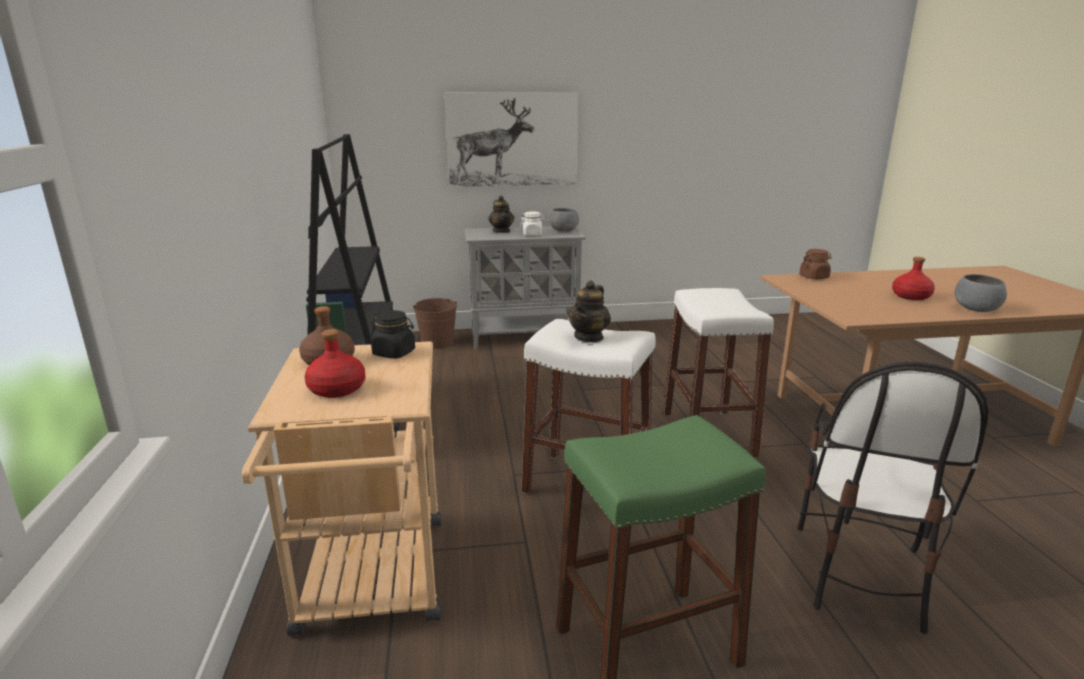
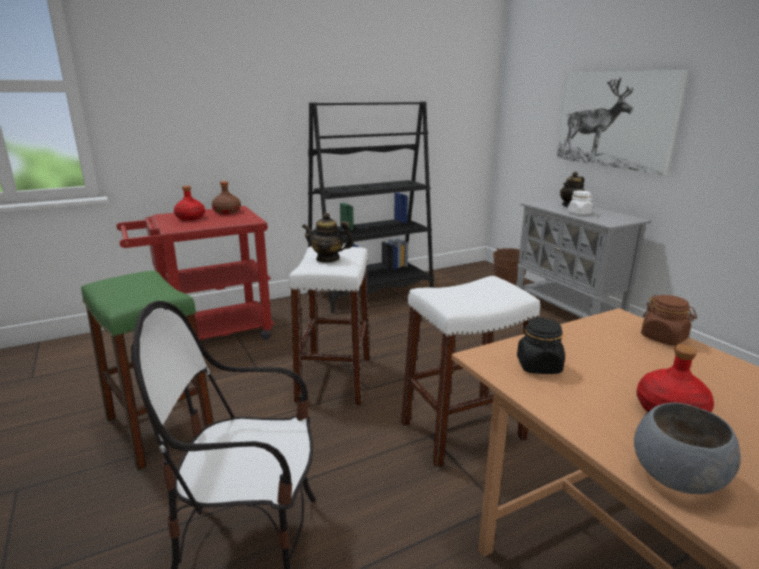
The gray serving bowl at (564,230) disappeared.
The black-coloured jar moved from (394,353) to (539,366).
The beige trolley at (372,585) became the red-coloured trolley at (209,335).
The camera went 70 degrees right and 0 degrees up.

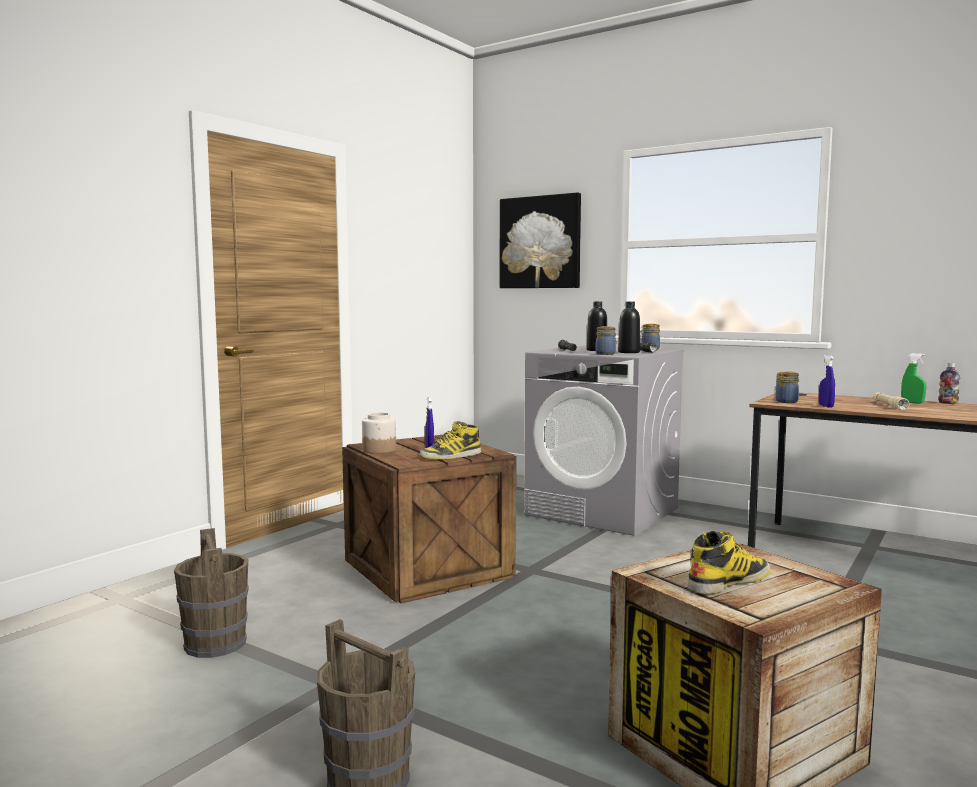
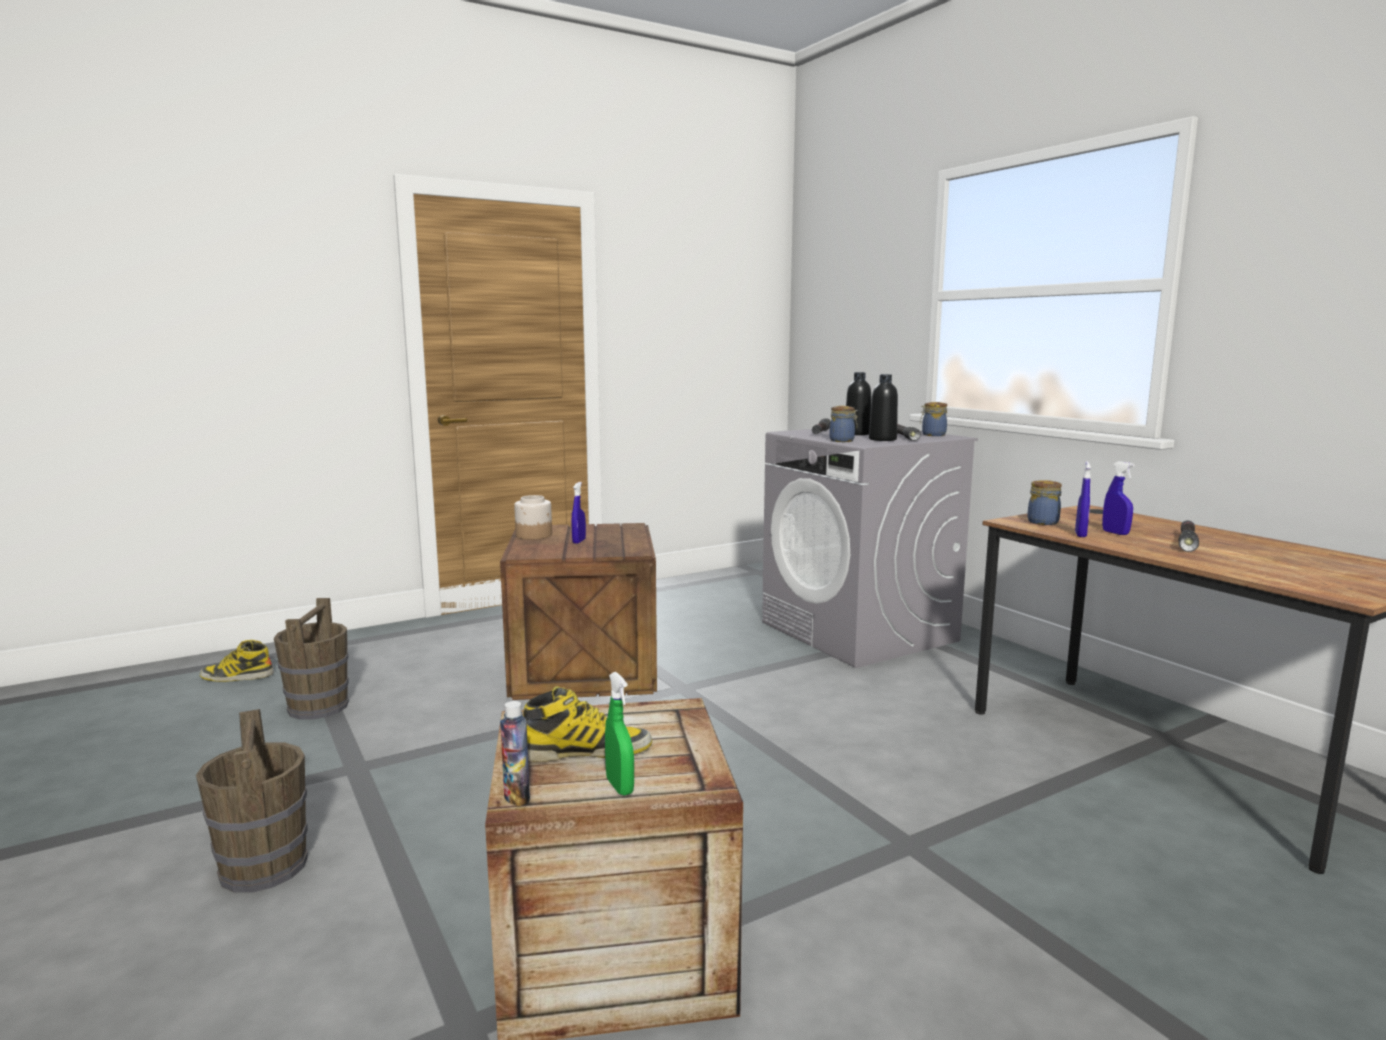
The picture at (540,242) disappeared.
The blue spray bottle at (1115,533) appeared.
The boot moved from (451,456) to (237,676).
The green-coloured spray bottle moved from (912,402) to (619,786).
The bottle moved from (947,403) to (517,797).
The beige torch at (889,405) became the black-coloured torch at (1187,542).
The camera went 25 degrees right and 5 degrees up.

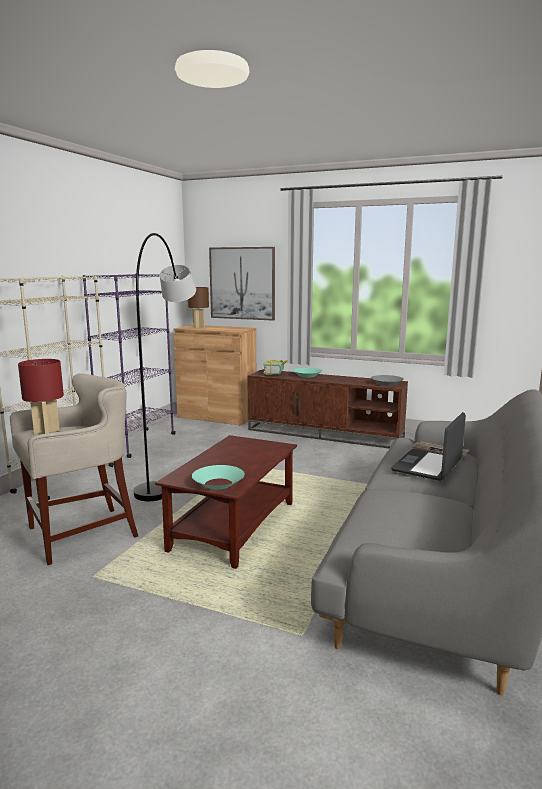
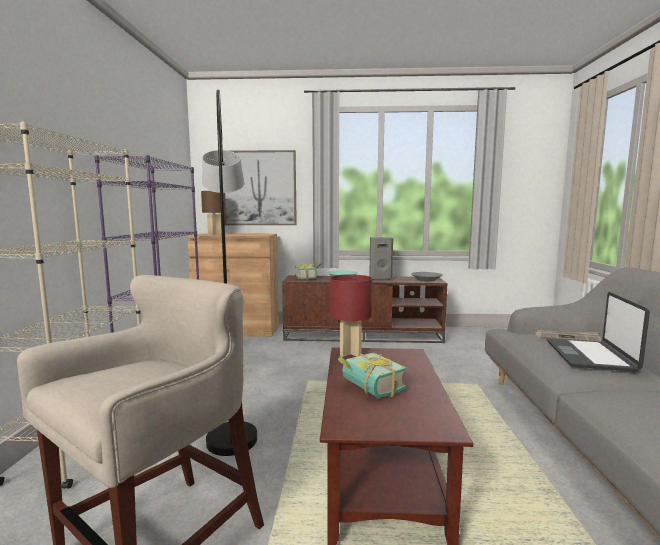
The blue-green serving bowl at (218,483) disappeared.
The book at (368,389) appeared.
The gray audio speaker at (379,278) appeared.
The red-coloured table lamp moved from (46,432) to (350,353).
The camera went 20 degrees left and 5 degrees down.

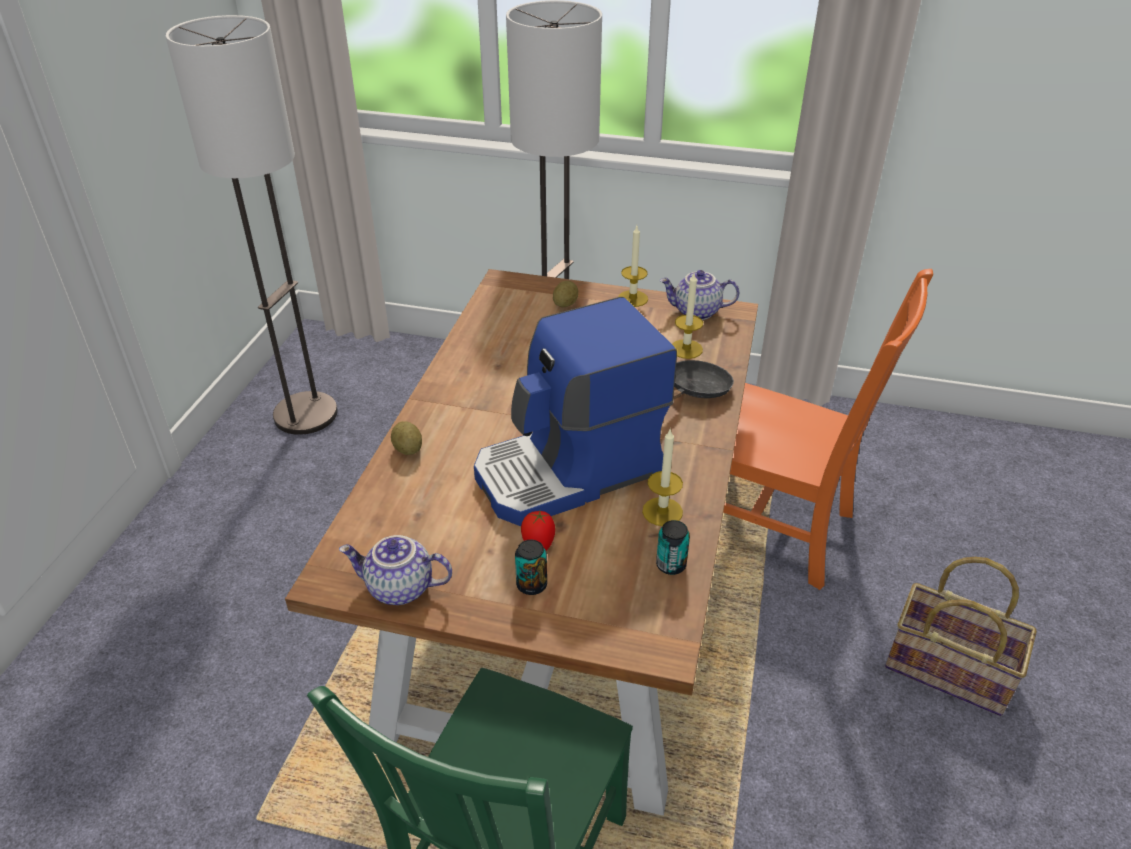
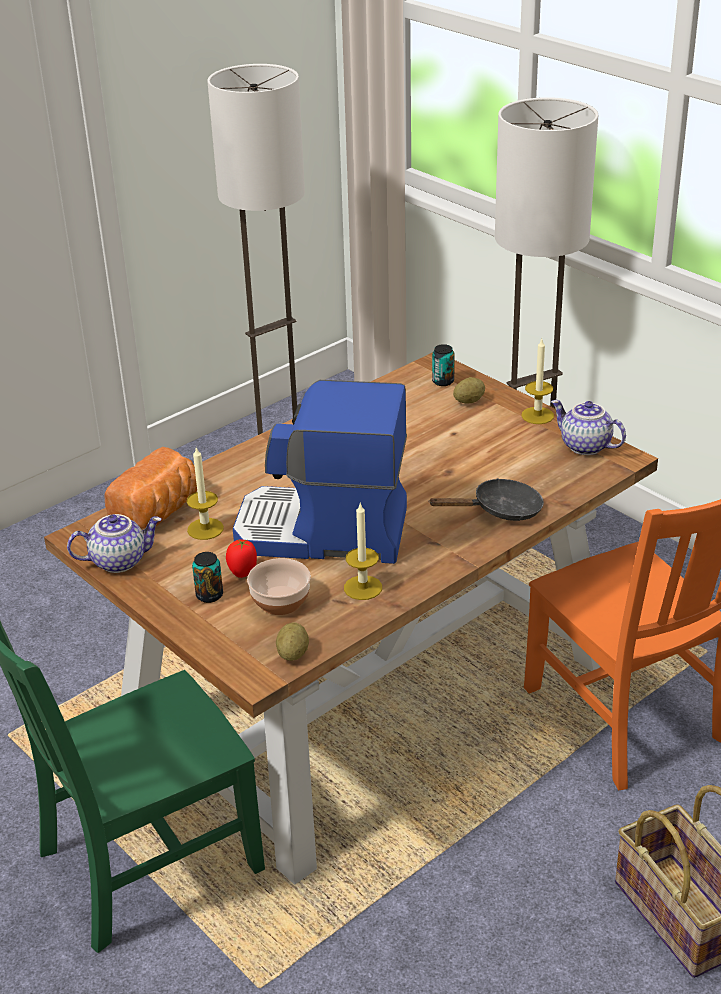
The baked bread at (160,511) appeared.
The serving bowl at (279,601) appeared.
The potato moved from (408,449) to (293,654).
The can moved from (671,565) to (443,381).
The wax candle moved from (686,349) to (205,529).
The teapot at (399,589) turned 120 degrees clockwise.
The camera went 35 degrees right and 5 degrees down.

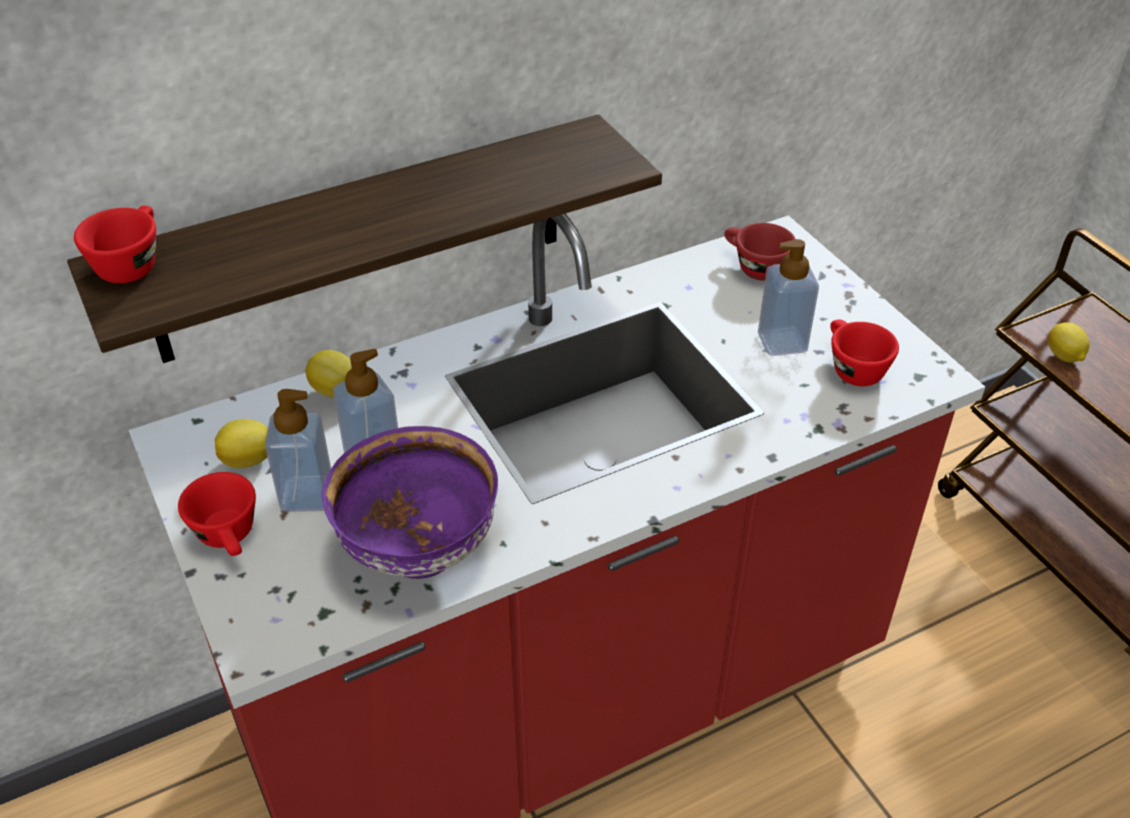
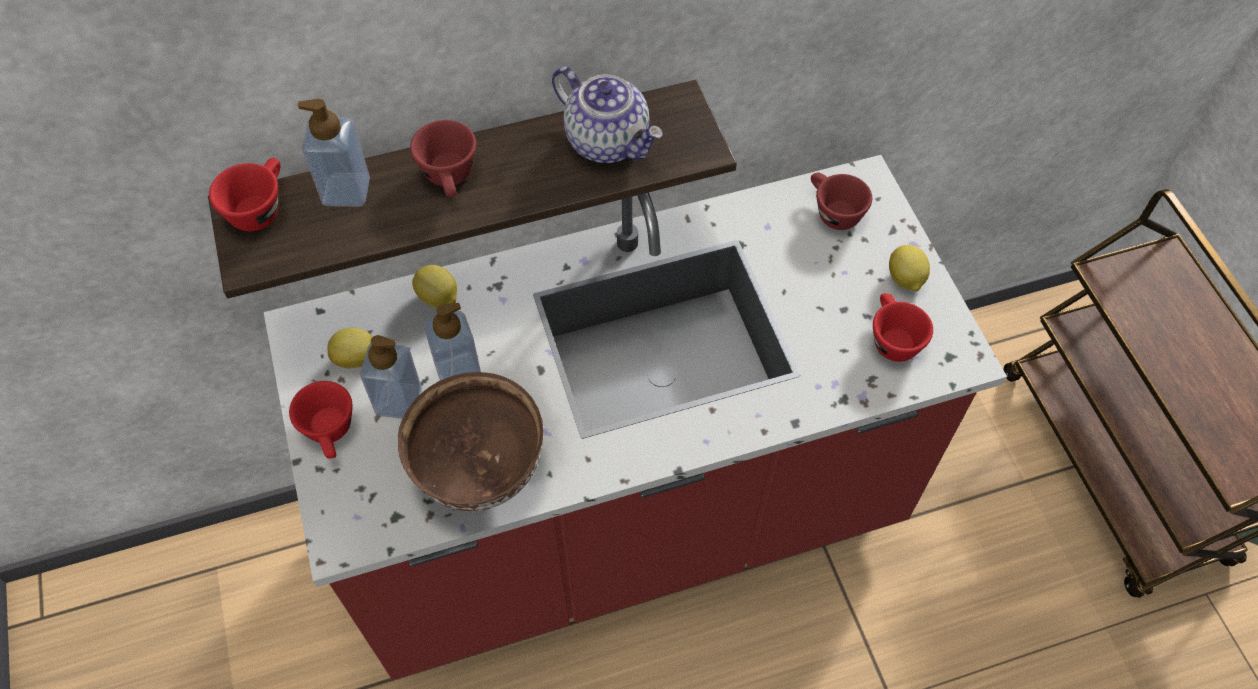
The red-coloured cup at (450,178) appeared.
The teapot at (608,141) appeared.
The soap bottle moved from (782,342) to (346,191).
The lemon moved from (1064,357) to (905,279).
The purple serving bowl at (417,552) became the brownish serving bowl at (479,471).
The camera went 10 degrees right and 15 degrees up.

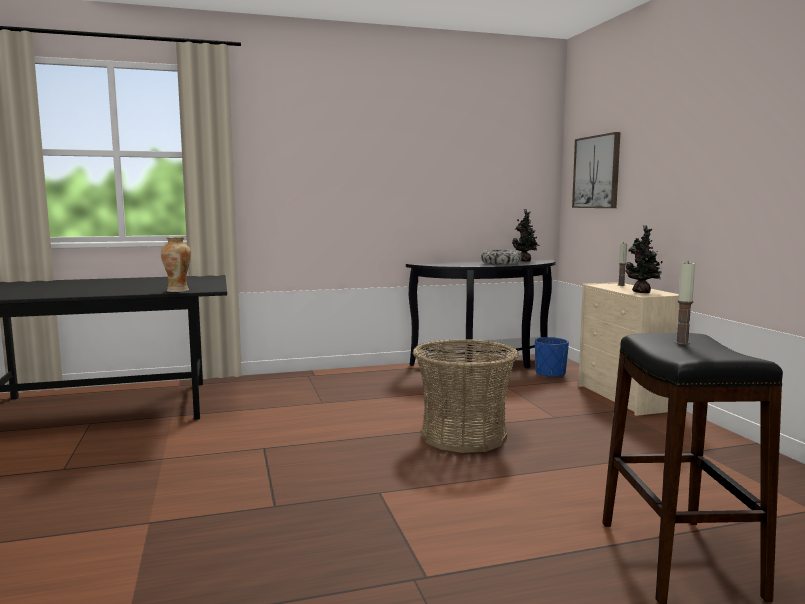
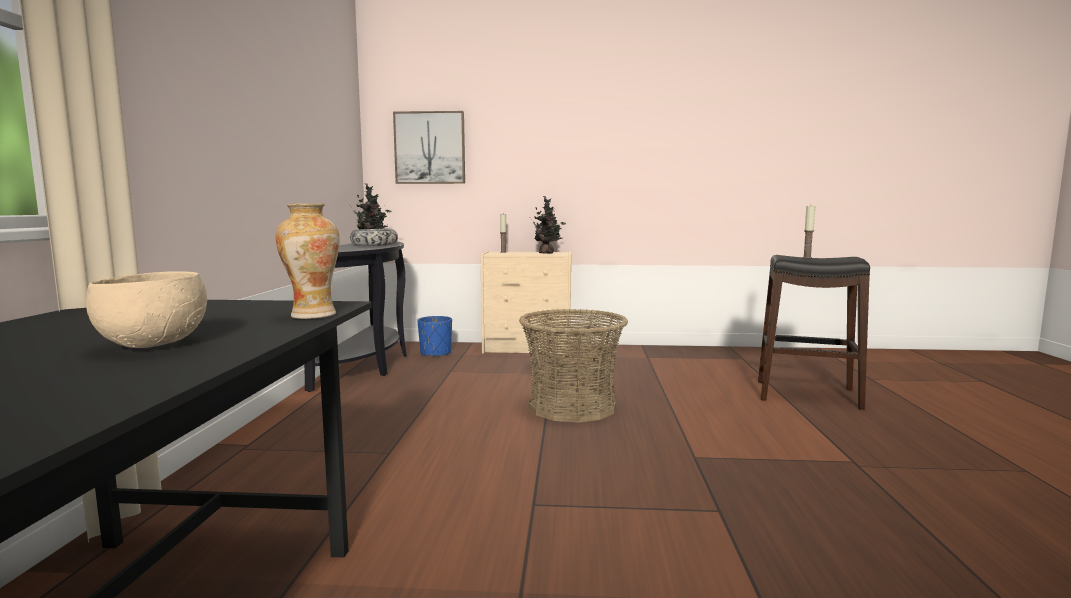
The beige serving bowl at (153,345) appeared.
The camera went 70 degrees left and 0 degrees up.

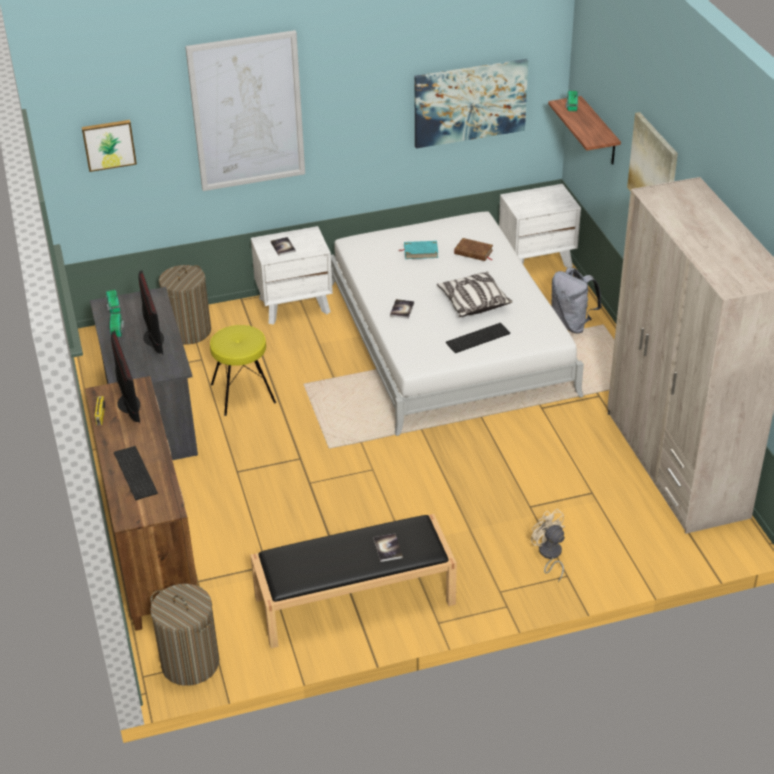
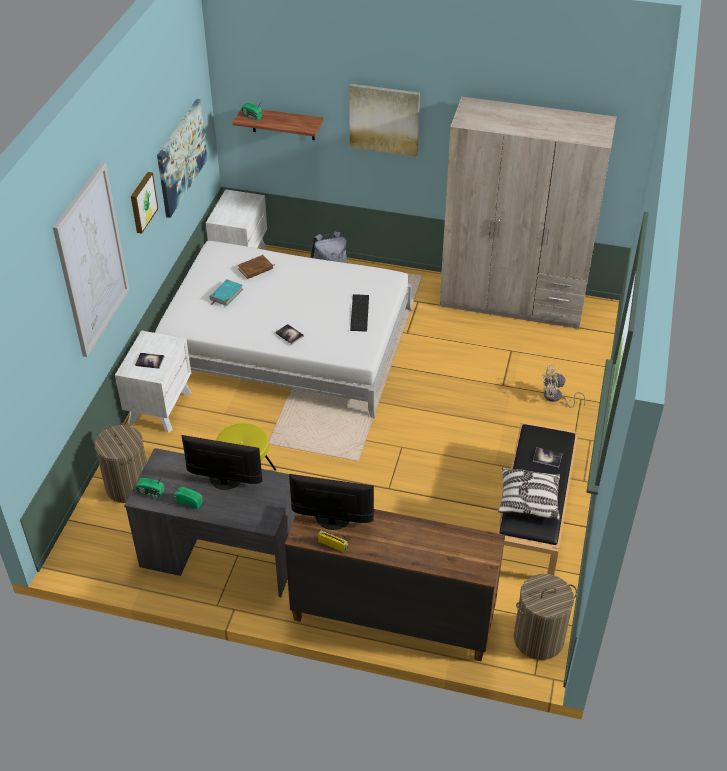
The computer keyboard at (133,473) disappeared.
The picture moved from (109,144) to (142,202).
The pillow moved from (473,302) to (528,501).
The camera went 60 degrees left and 5 degrees up.

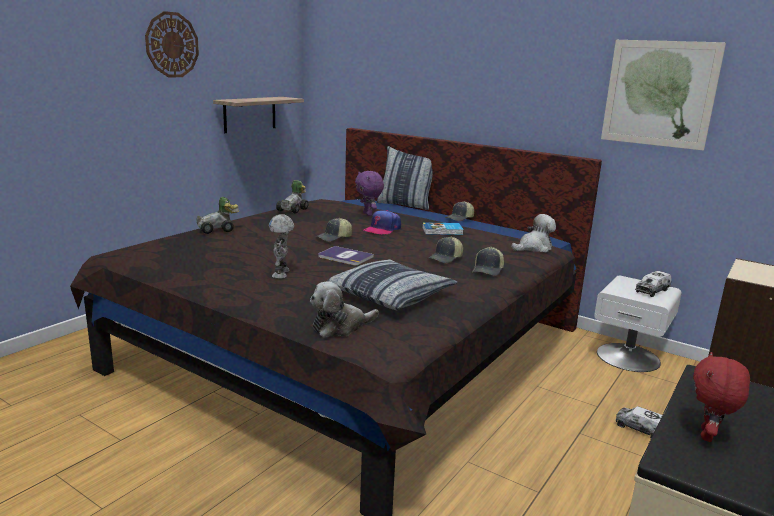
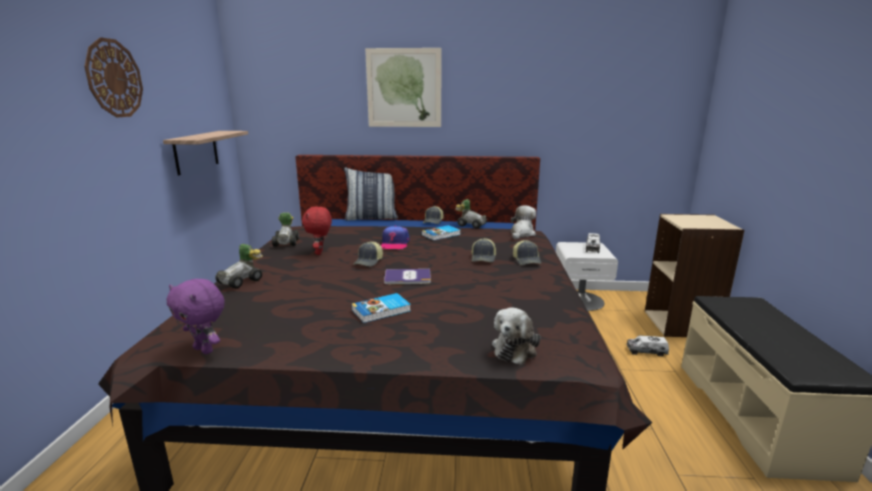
The pillow at (392,295) disappeared.
The model car at (470,225) appeared.
The purple plush toy moved from (368,214) to (205,350).
The picture moved from (659,94) to (404,88).
The red-coloured plush toy moved from (708,436) to (320,252).
The robot figure at (282,274) was replaced by the book at (382,311).
The camera went 30 degrees left and 0 degrees up.

